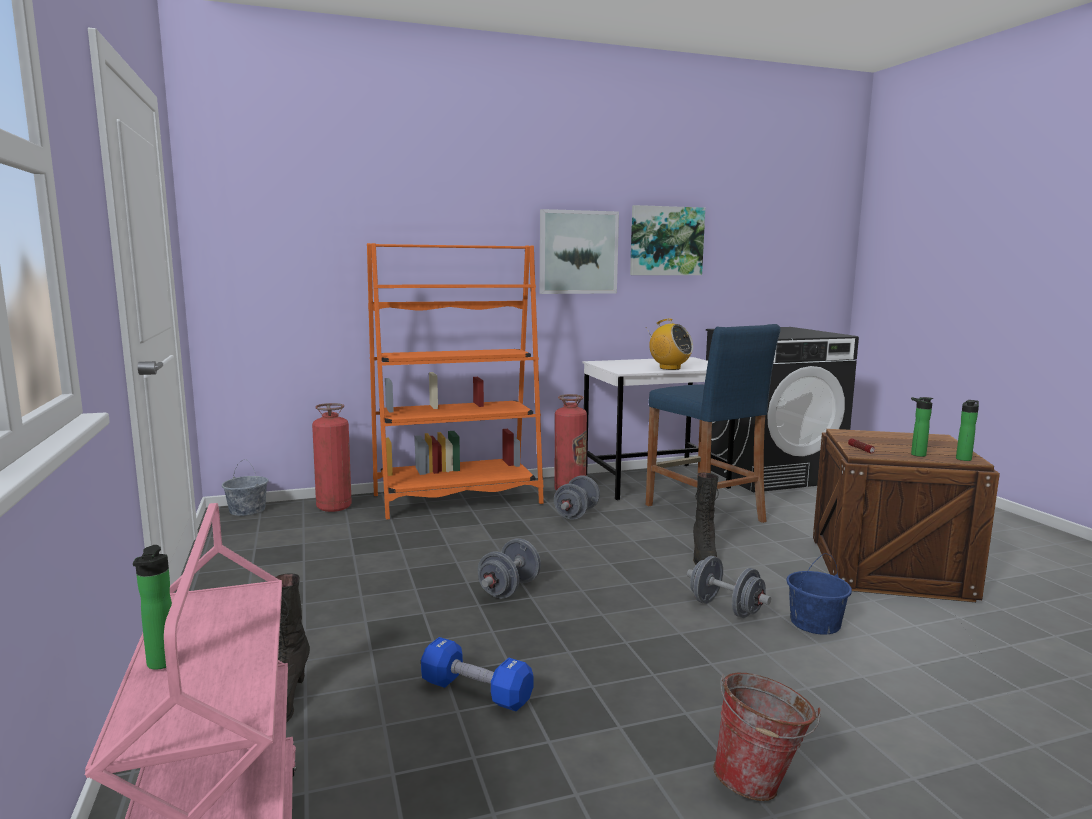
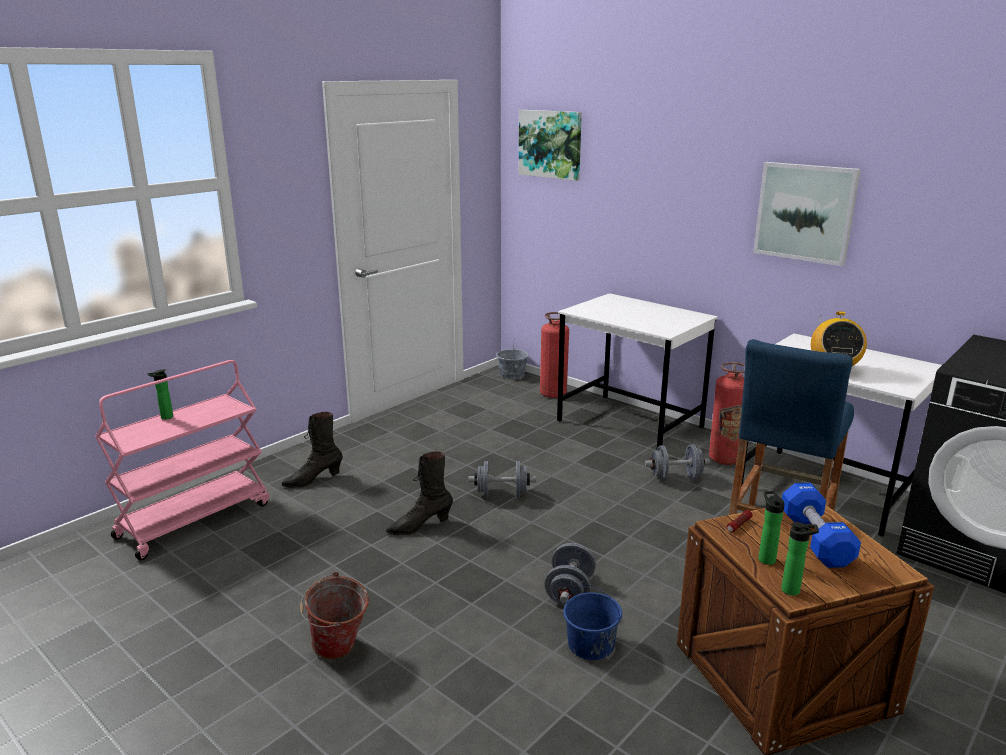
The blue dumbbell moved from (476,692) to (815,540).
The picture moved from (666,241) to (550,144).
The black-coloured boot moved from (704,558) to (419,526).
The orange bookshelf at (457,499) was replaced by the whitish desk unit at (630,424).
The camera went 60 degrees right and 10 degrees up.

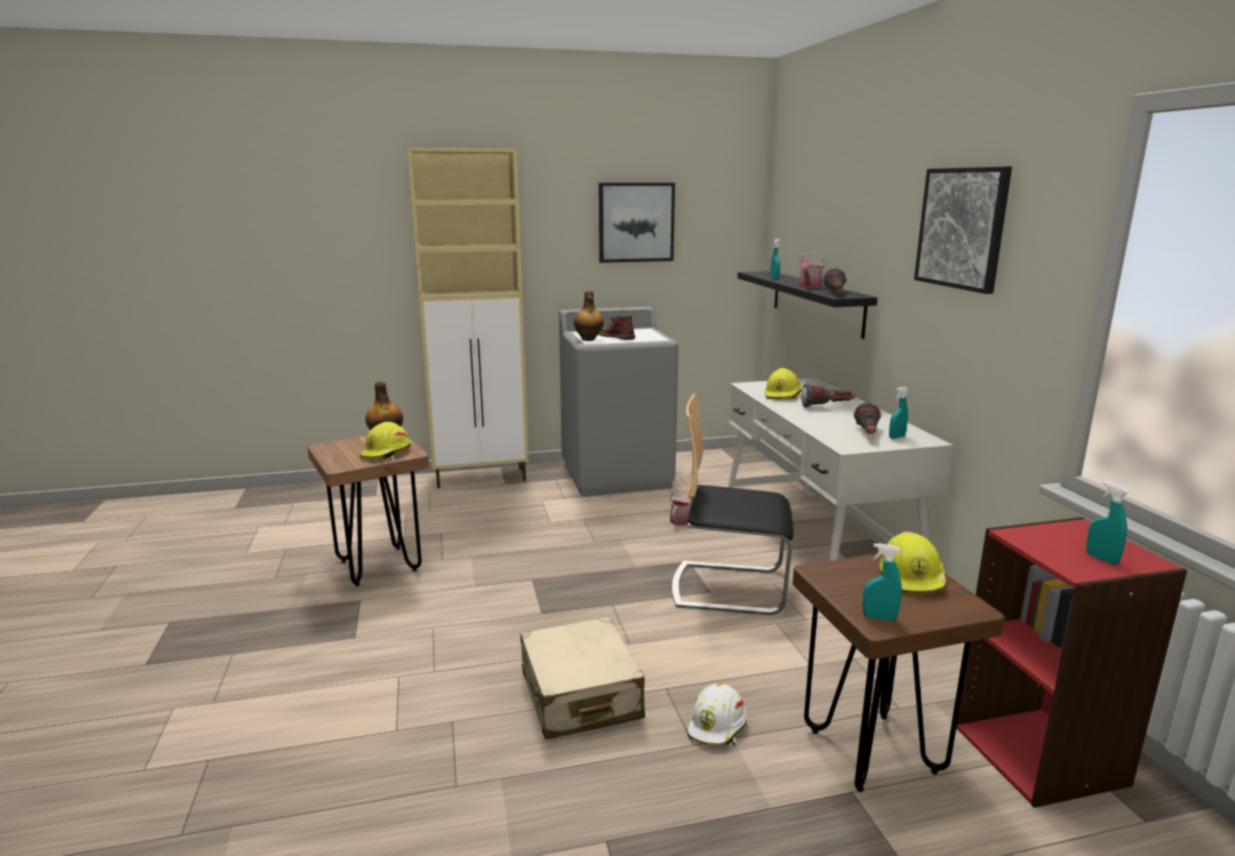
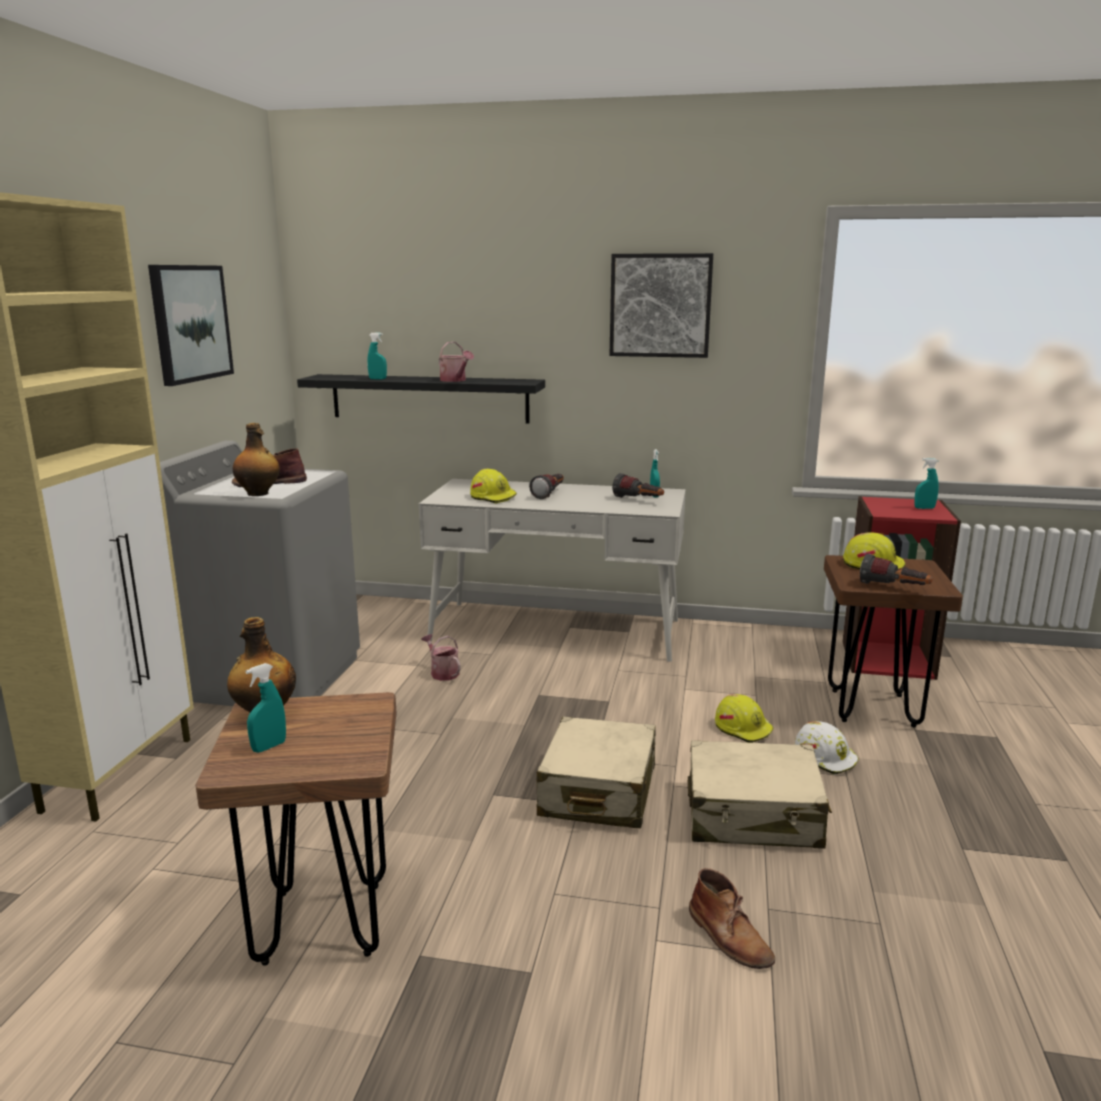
The chair at (729,587) disappeared.
The beige travel case at (598,792) appeared.
The brownish boot at (729,937) appeared.
The yellow work helmet moved from (387,453) to (743,728).
The torch moved from (835,294) to (893,588).
The blue-green spray bottle moved from (879,617) to (269,747).
The camera went 65 degrees left and 0 degrees up.

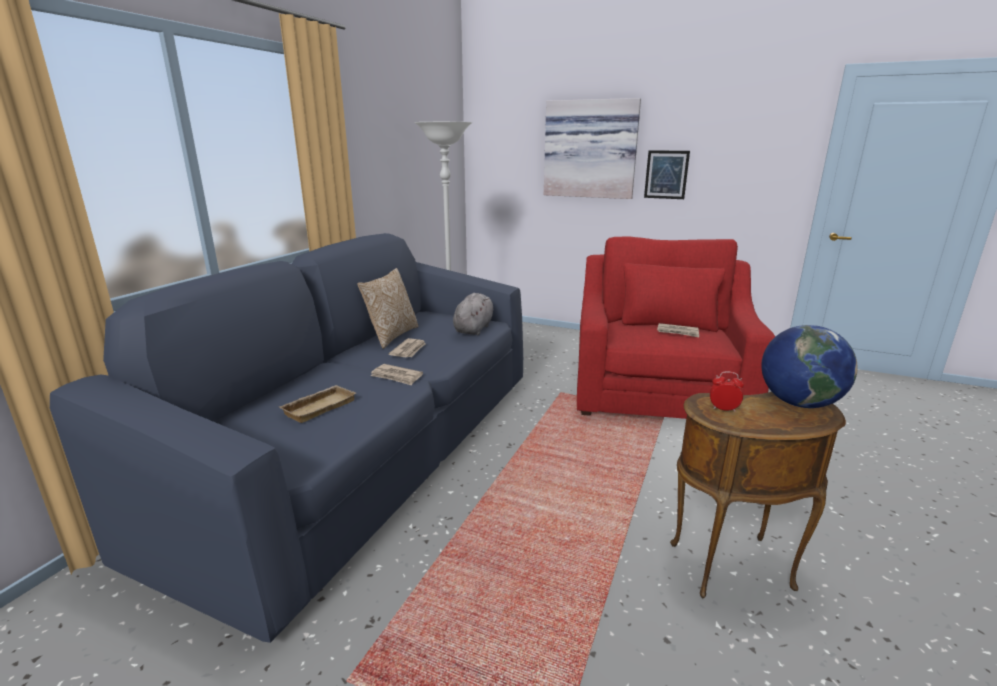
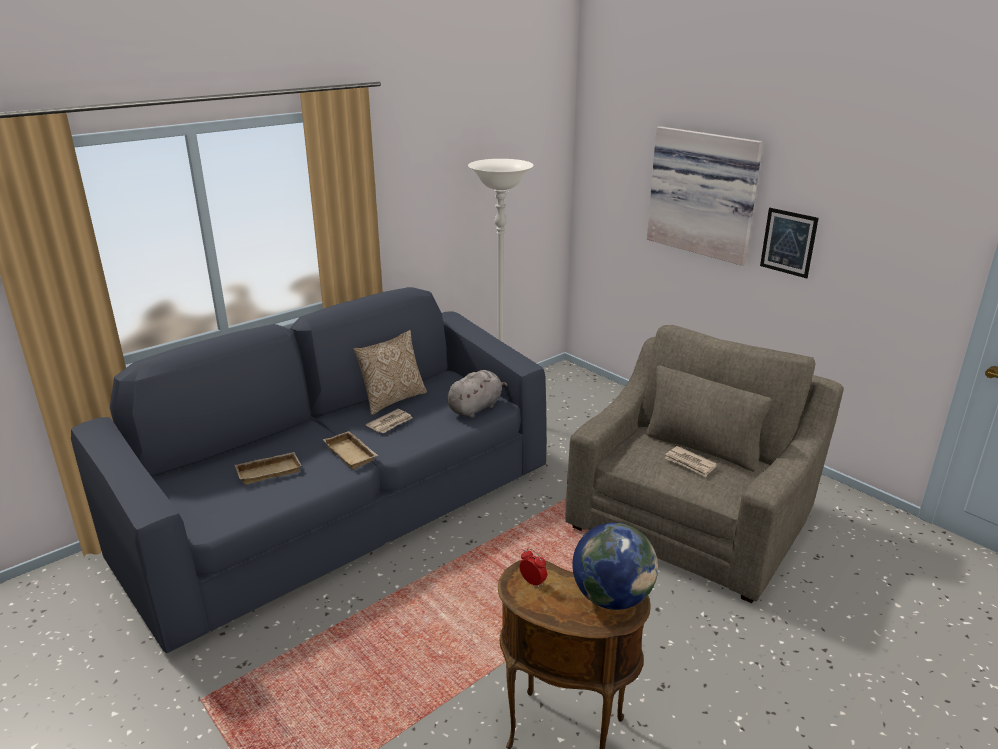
The daily paper at (396,376) was replaced by the beige serving tray at (352,454).
The red-coloured lounge chair at (658,390) became the gray lounge chair at (691,520).
The camera went 25 degrees right and 5 degrees up.

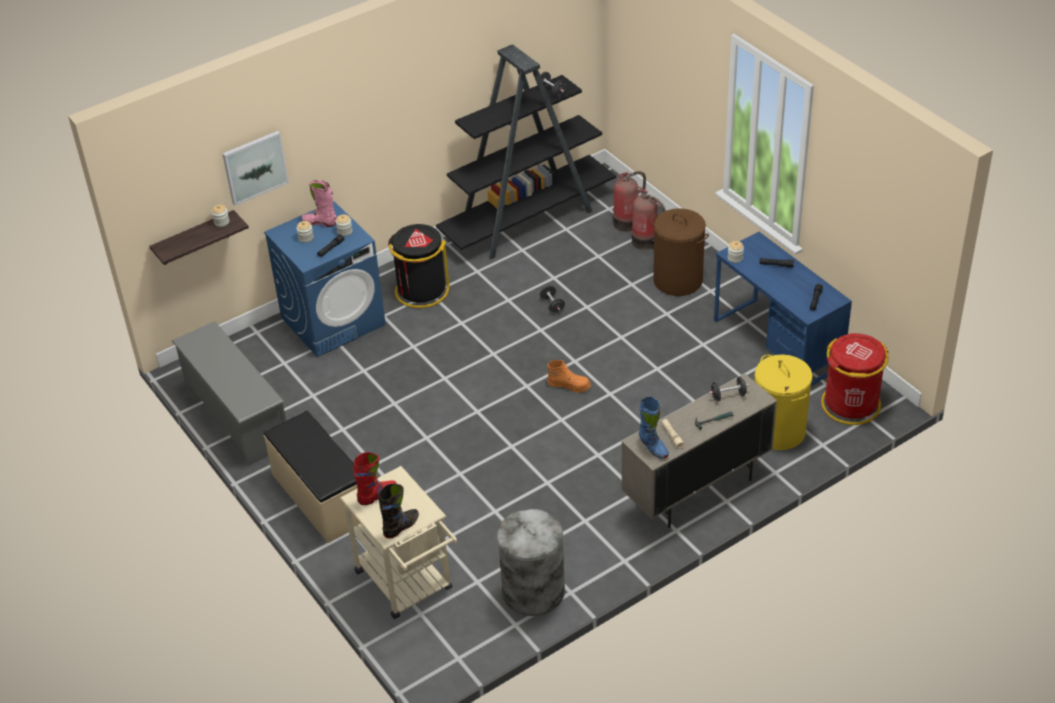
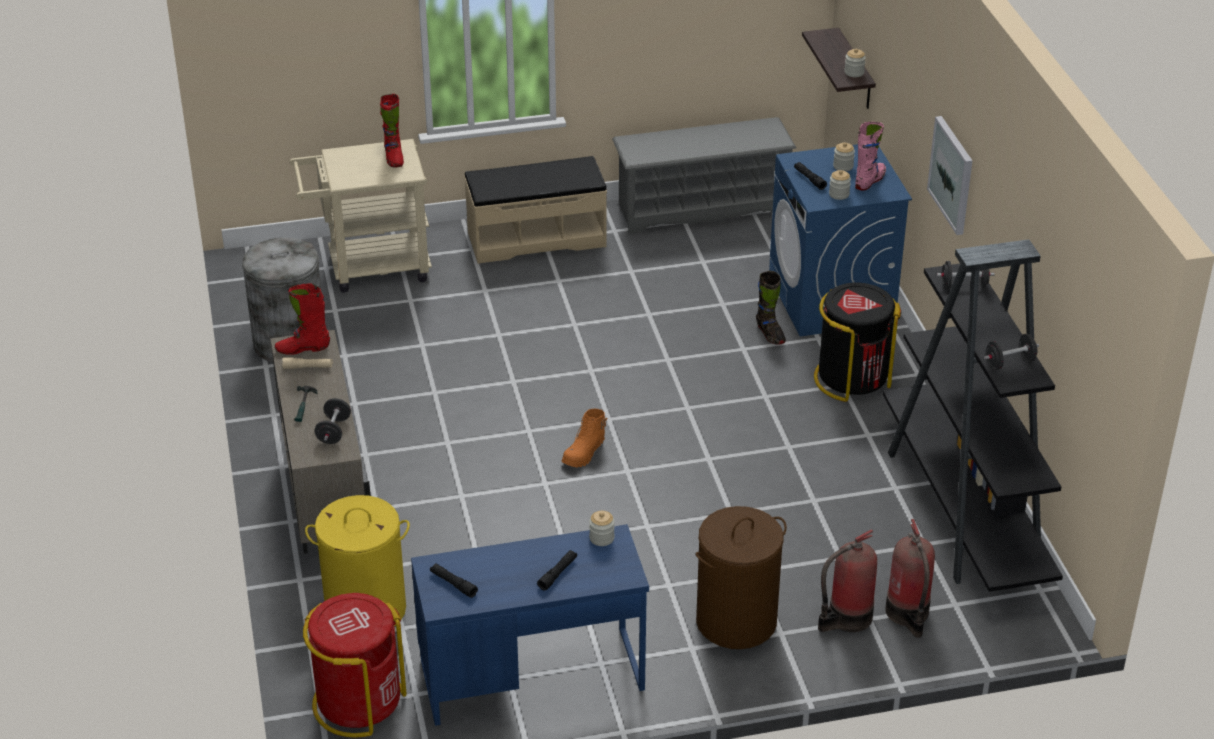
The picture moved from (255,167) to (952,174).
The black-coloured boot moved from (401,527) to (770,334).
The black-coloured dumbbell moved from (552,305) to (964,285).
The blue boot at (653,447) became the red-coloured boot at (303,348).
The camera went 110 degrees right and 5 degrees down.

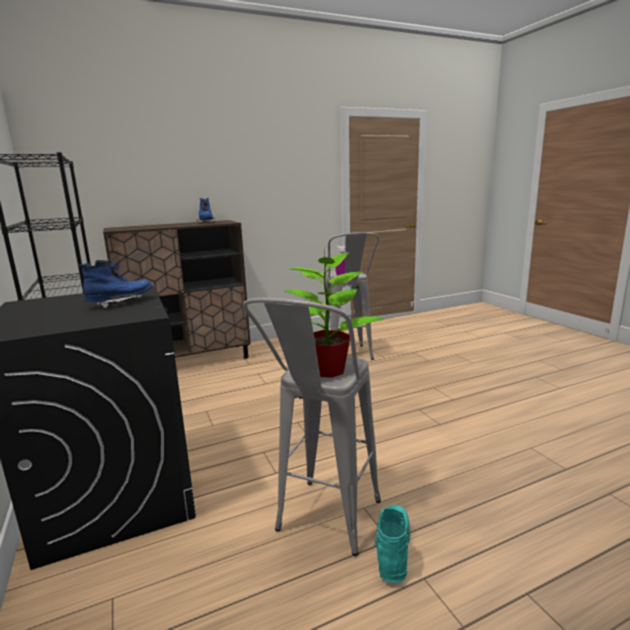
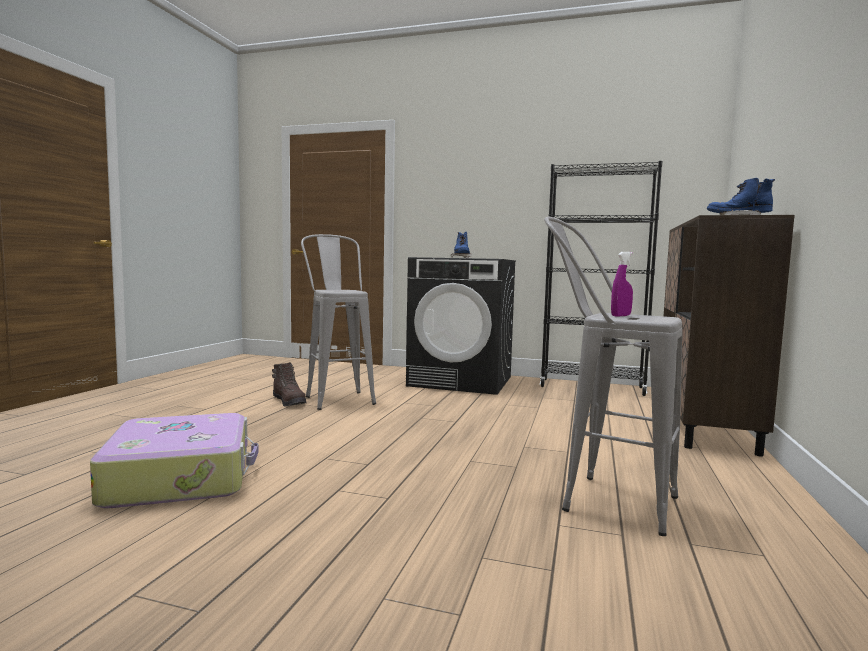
The potted plant at (328,370) disappeared.
The travel case at (181,477) appeared.
The blue-green boot at (392,550) became the brownish boot at (289,402).
The camera went 130 degrees right and 10 degrees down.

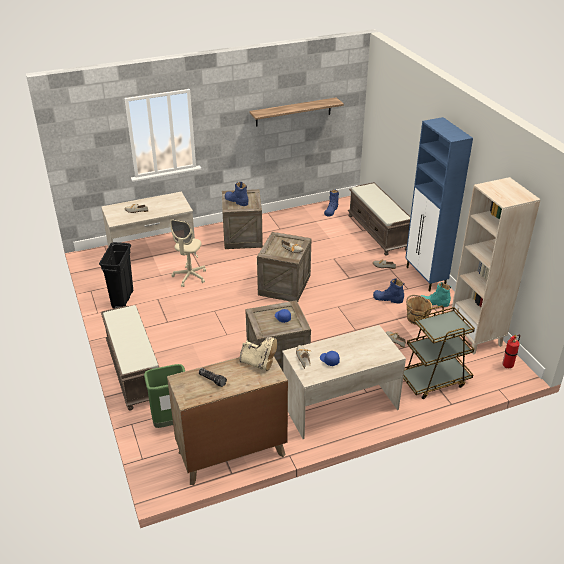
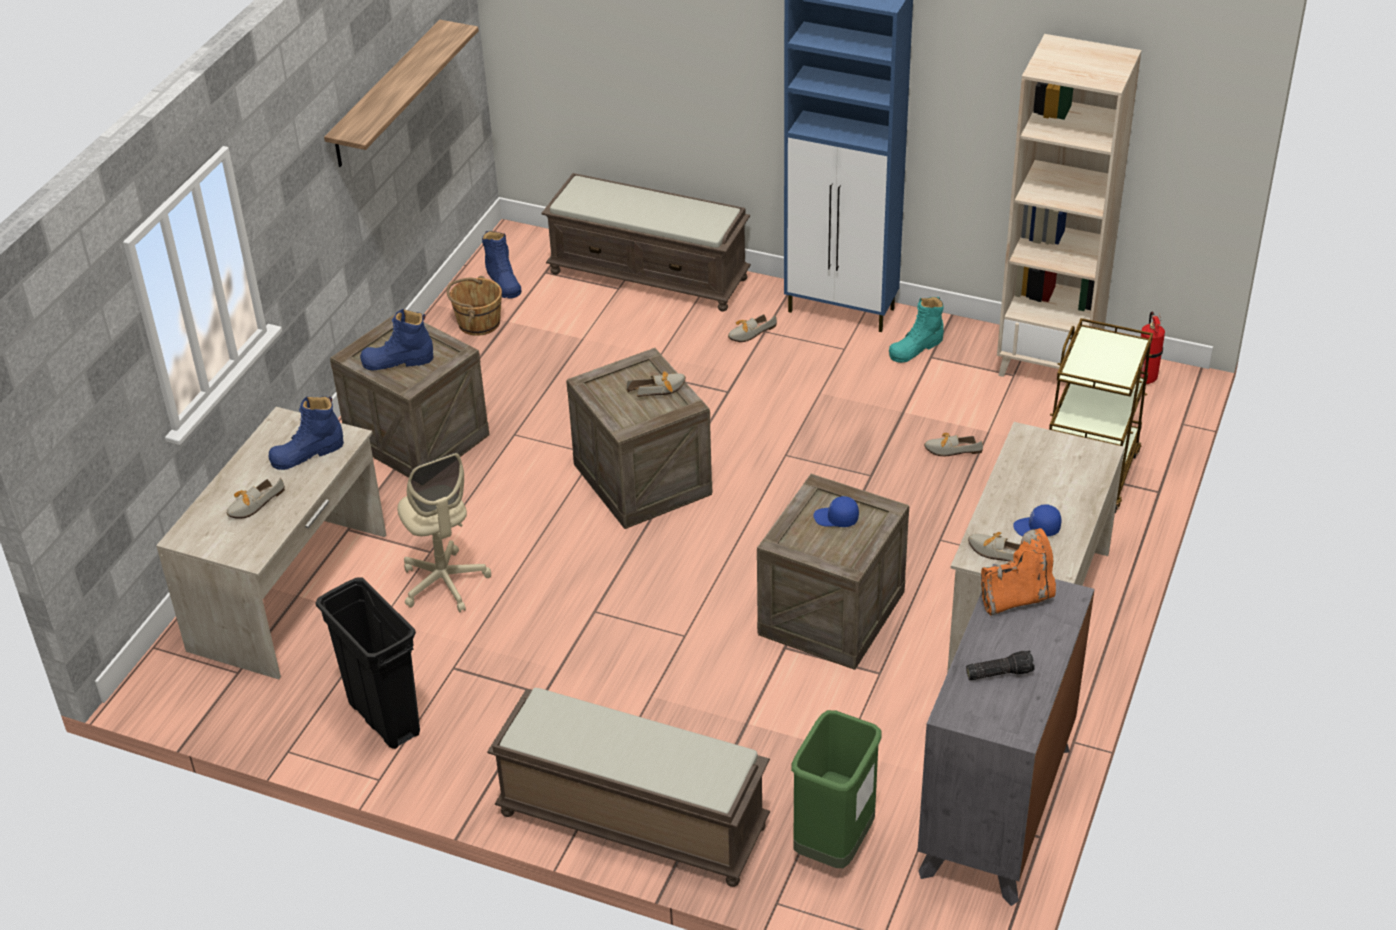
The blue boot moved from (388,299) to (307,453).
The brownish bucket moved from (417,318) to (478,323).
The brownish dresser at (231,454) became the gray dresser at (996,810).
The beige boot at (258,364) became the orange boot at (1018,597).
The camera went 45 degrees left and 5 degrees up.

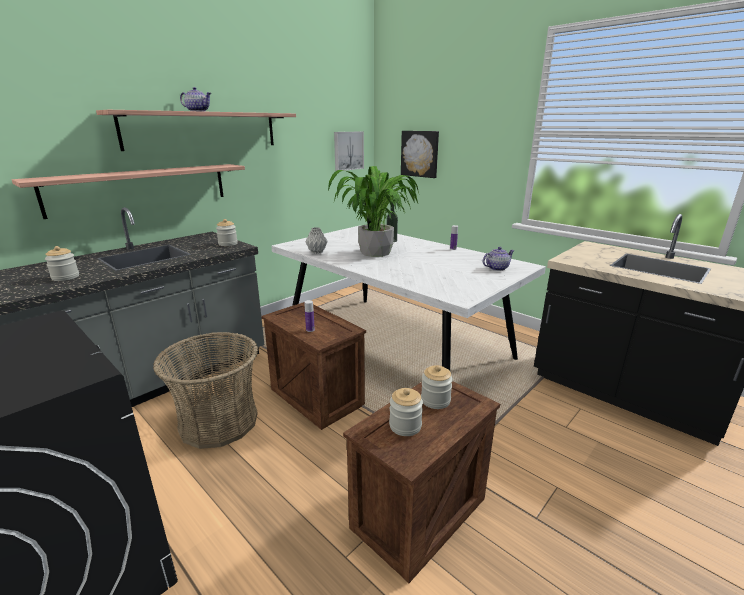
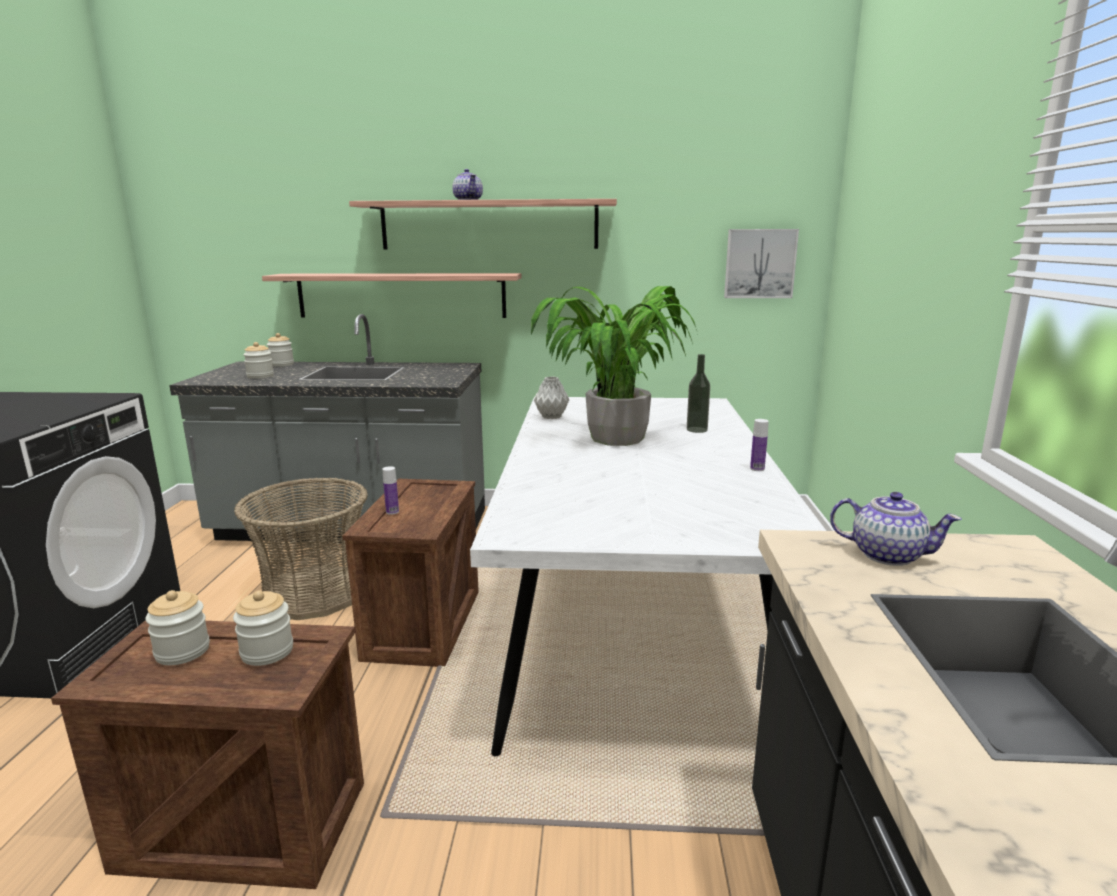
The picture at (420,154) disappeared.
The jar moved from (228,244) to (281,364).
The teapot moved from (496,268) to (886,555).
The camera went 50 degrees right and 5 degrees down.

